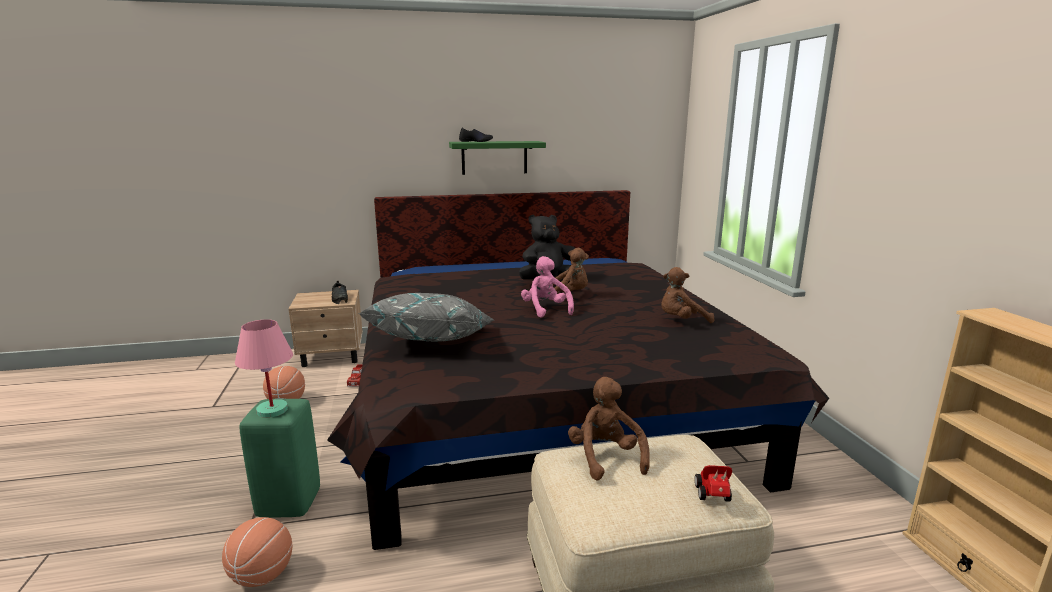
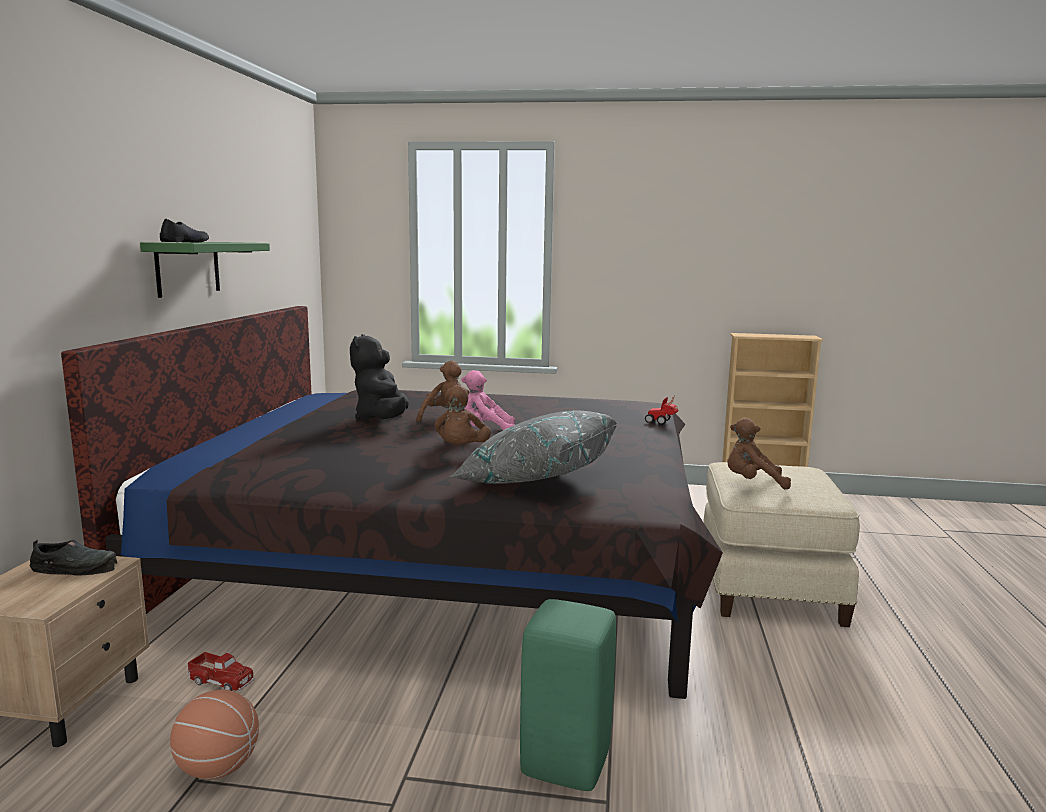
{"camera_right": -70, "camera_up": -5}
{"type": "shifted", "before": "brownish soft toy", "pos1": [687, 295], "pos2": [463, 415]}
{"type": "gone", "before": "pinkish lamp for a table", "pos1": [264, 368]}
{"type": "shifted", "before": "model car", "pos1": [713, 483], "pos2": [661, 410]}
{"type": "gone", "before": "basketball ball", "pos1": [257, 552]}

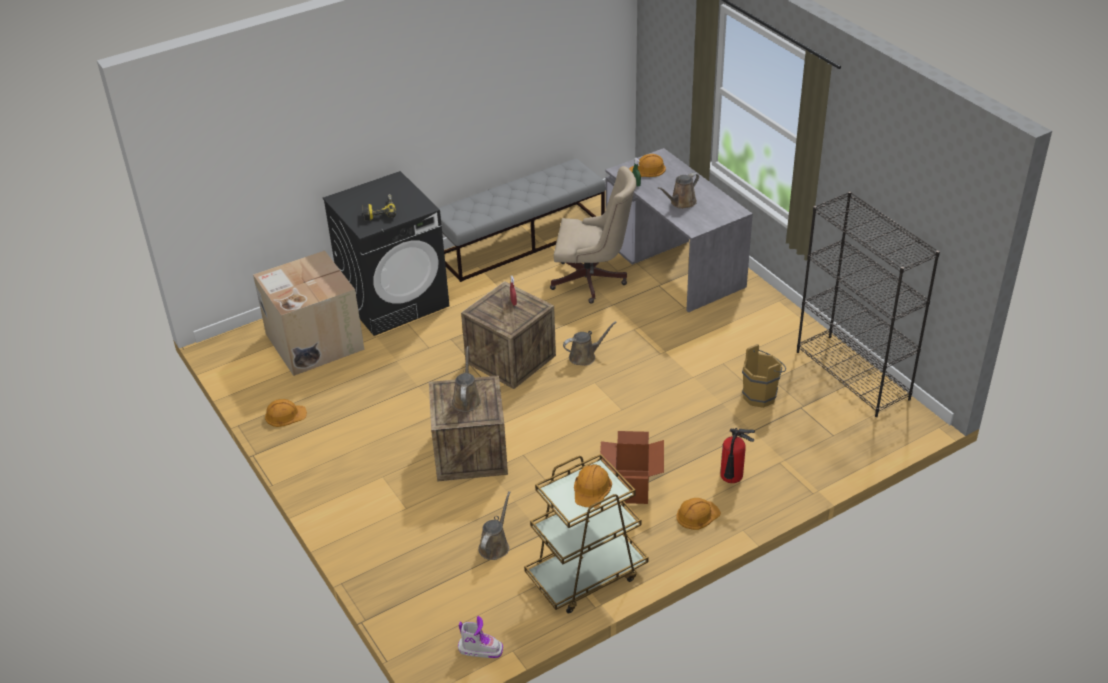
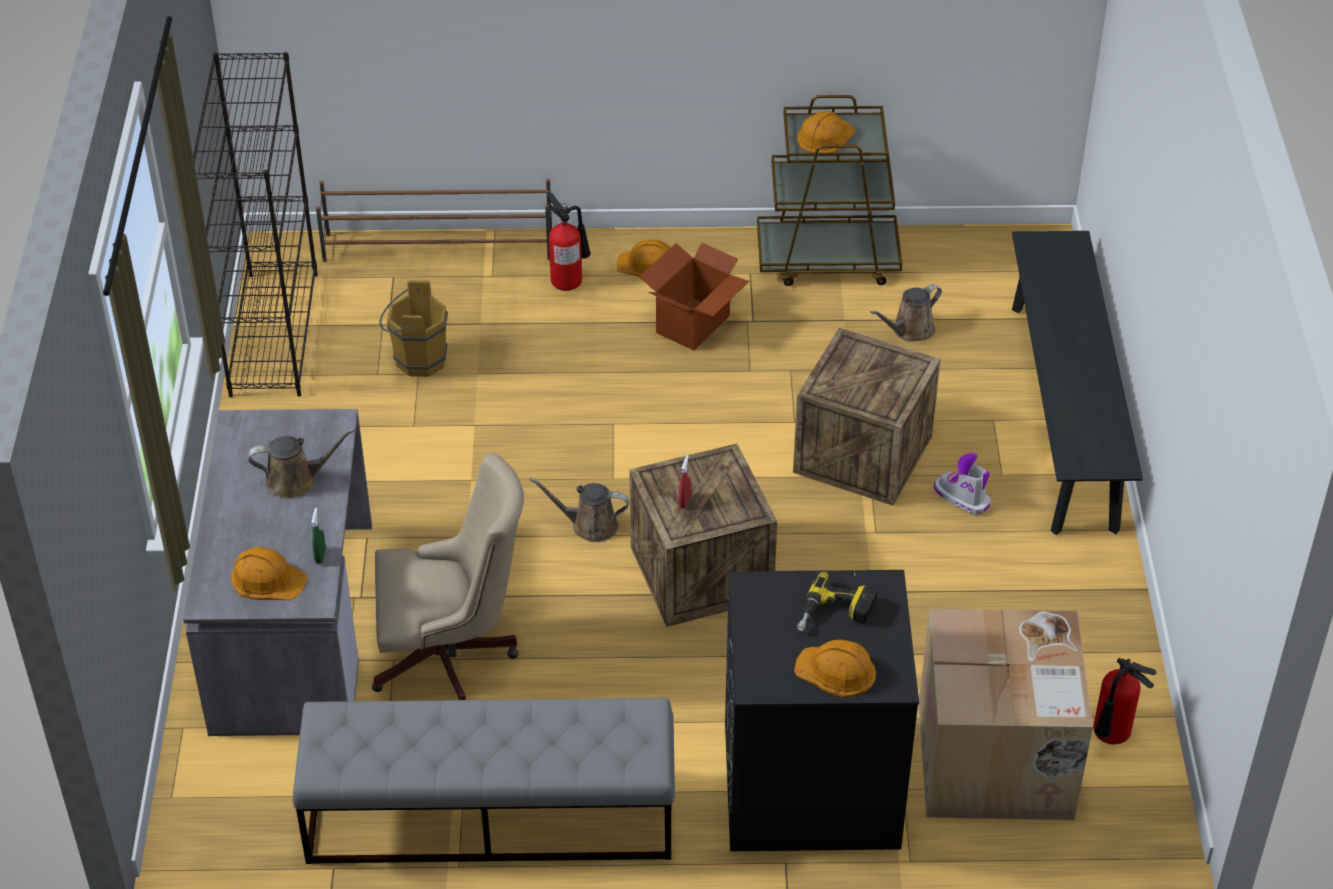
{"camera_right": -150, "camera_up": 5}
{"type": "rotated", "before": "beige-coloured desk chair", "pos1": [593, 235], "pos2": [448, 576], "turn": 135}
{"type": "gone", "before": "brownish watering pot", "pos1": [466, 379]}
{"type": "shifted", "before": "orange-coloured work helmet", "pos1": [286, 413], "pos2": [835, 668]}
{"type": "shifted", "before": "boot", "pos1": [480, 637], "pos2": [962, 484]}
{"type": "new", "after": "brownish shoe stand", "pos2": [434, 220]}
{"type": "new", "after": "blackish bench", "pos2": [1077, 383]}
{"type": "new", "after": "fire-fighting cylinder", "pos2": [1125, 701]}

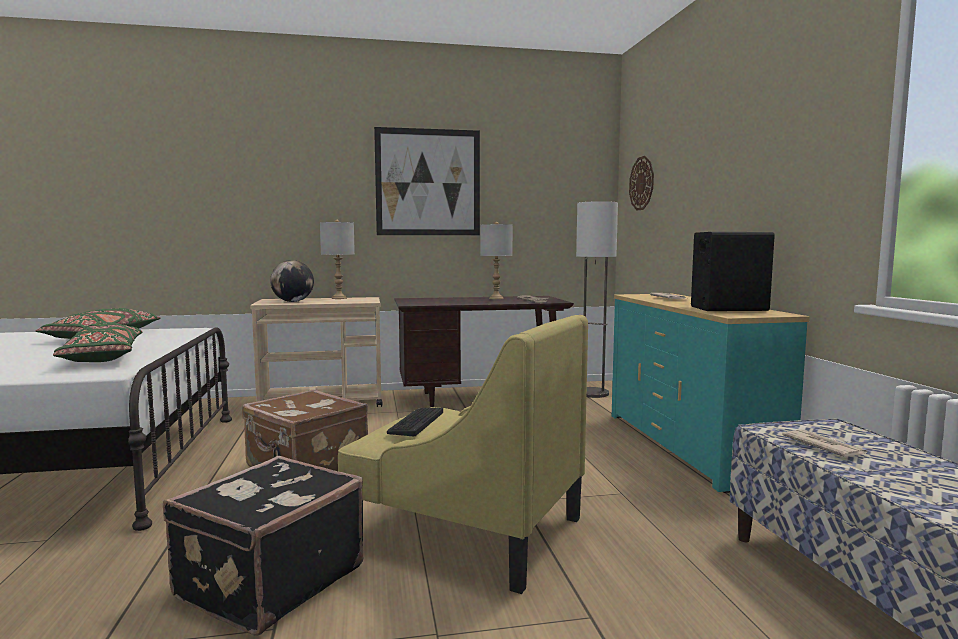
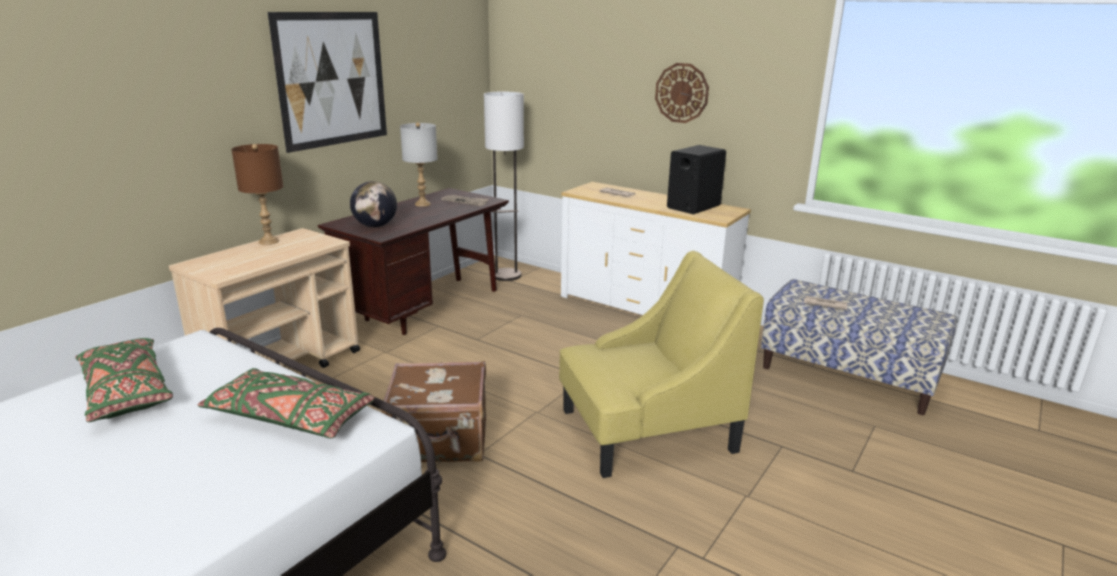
{"camera_right": -45, "camera_up": 15}
{"type": "shifted", "before": "clock on the wall", "pos1": [641, 183], "pos2": [682, 93]}
{"type": "repainted", "before": "grey lamp for a table", "after": "brownish lamp for a table", "pos1": [337, 259], "pos2": [257, 194]}
{"type": "shifted", "before": "desk globe", "pos1": [292, 281], "pos2": [373, 204]}
{"type": "repainted", "before": "turquoise-coloured dresser", "after": "white-coloured dresser", "pos1": [711, 393], "pos2": [656, 248]}
{"type": "gone", "before": "keyboard", "pos1": [415, 422]}
{"type": "gone", "before": "blackish suitcase", "pos1": [263, 546]}

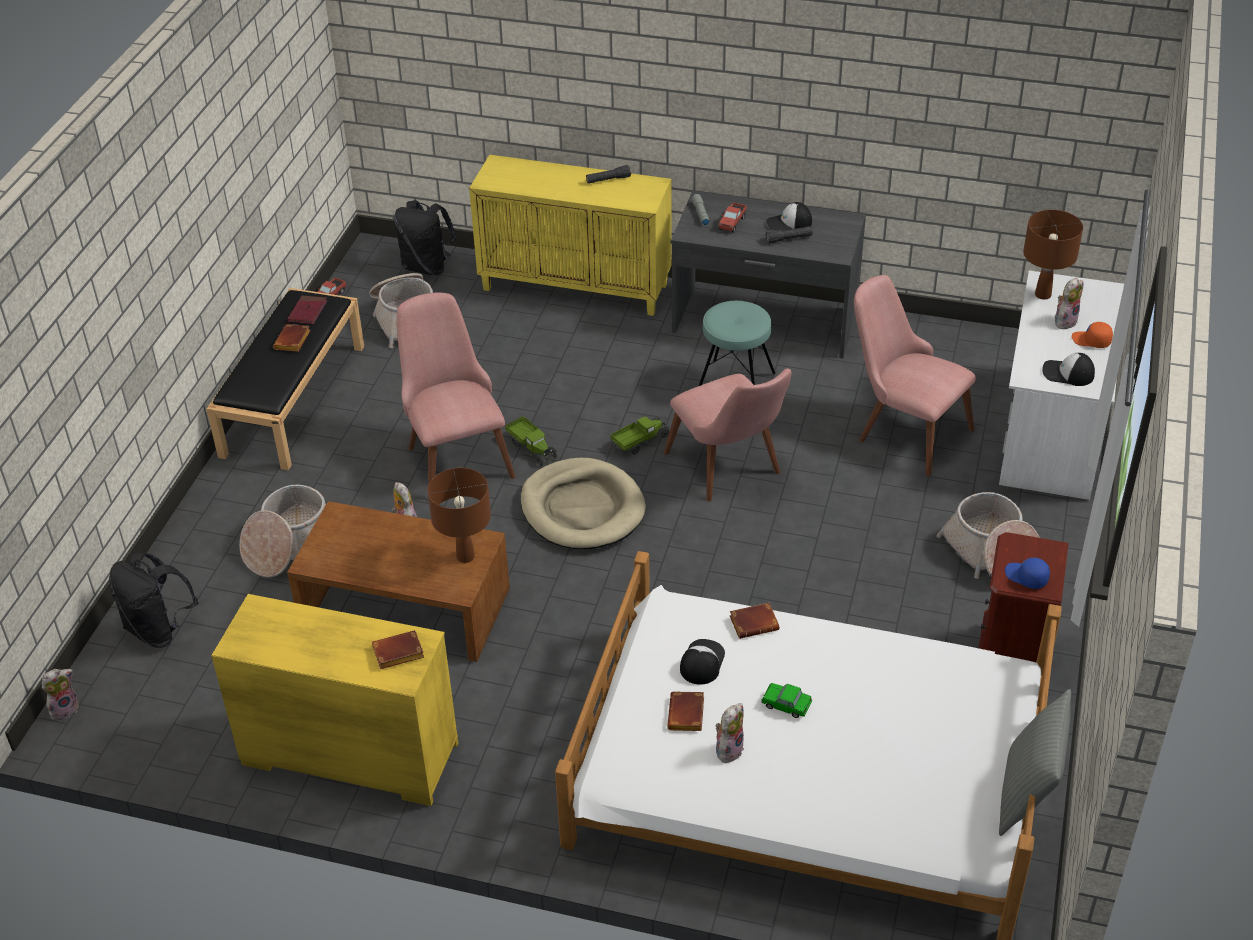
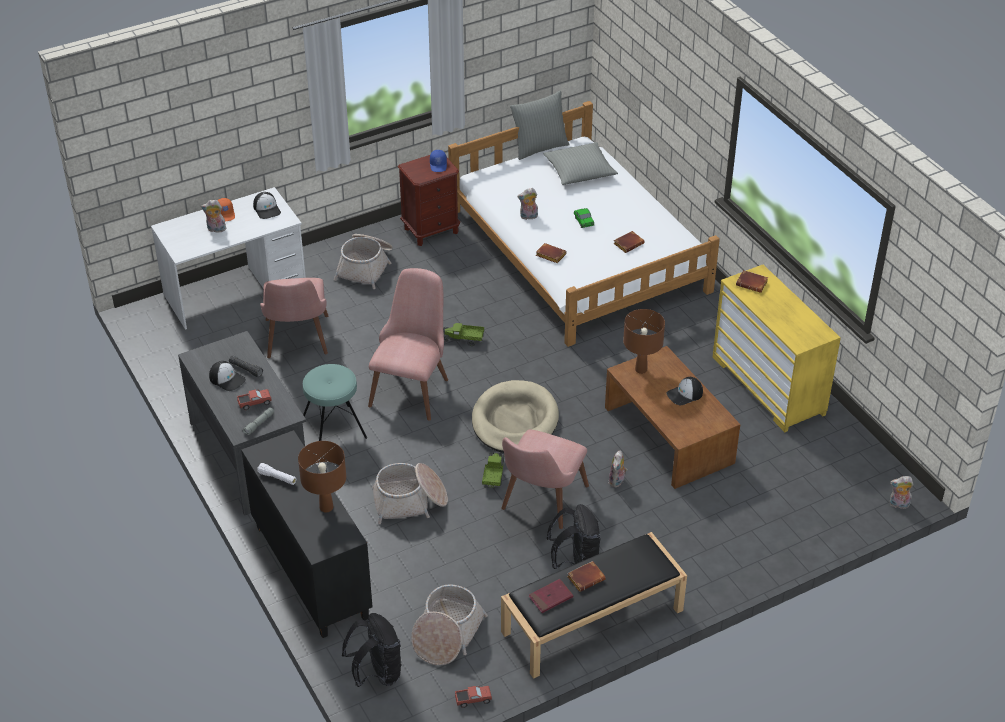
{"camera_right": -135, "camera_up": 0}
{"type": "repainted", "before": "yellow-coloured storage cabinet", "after": "blackish storage cabinet", "pos1": [570, 235], "pos2": [307, 534]}
{"type": "repainted", "before": "blackish hand torch", "after": "white-coloured hand torch", "pos1": [608, 174], "pos2": [276, 474]}
{"type": "shifted", "before": "brownish lamp for a table", "pos1": [1053, 255], "pos2": [322, 477]}
{"type": "shifted", "before": "model truck", "pos1": [640, 435], "pos2": [463, 334]}
{"type": "shifted", "before": "basket", "pos1": [282, 531], "pos2": [410, 493]}
{"type": "shifted", "before": "blackish backpack", "pos1": [154, 600], "pos2": [574, 536]}
{"type": "shifted", "before": "baseball cap", "pos1": [702, 662], "pos2": [685, 391]}
{"type": "shifted", "before": "soft toy", "pos1": [730, 733], "pos2": [527, 204]}
{"type": "new", "after": "grey throw pillow", "pos2": [580, 163]}

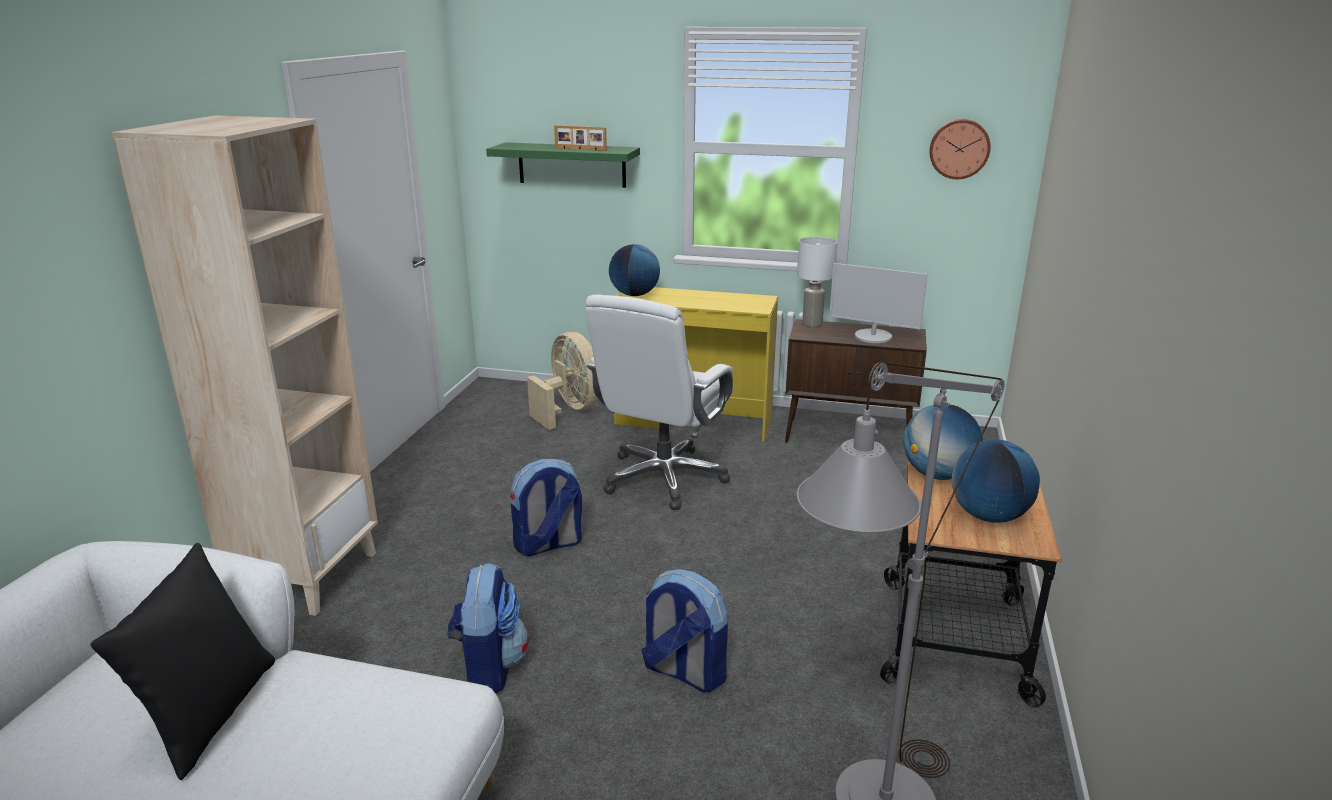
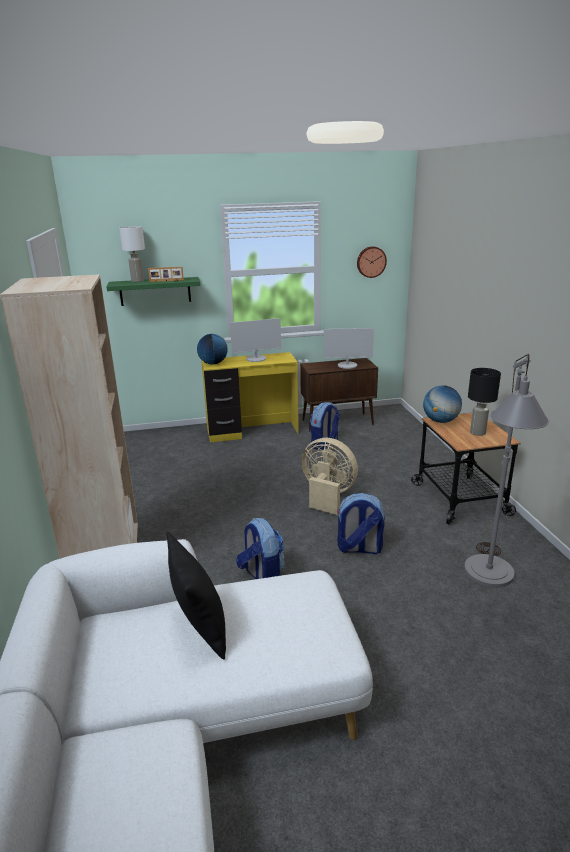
{"camera_right": -25, "camera_up": 0}
{"type": "shifted", "before": "white-coloured lamp for a table", "pos1": [817, 281], "pos2": [132, 254]}
{"type": "gone", "before": "white-coloured desk chair", "pos1": [659, 402]}
{"type": "shifted", "before": "beige-coloured cooling fan", "pos1": [563, 381], "pos2": [330, 476]}
{"type": "swapped", "before": "desk globe", "after": "blackish lamp for a table", "pos1": [995, 481], "pos2": [484, 402]}
{"type": "shifted", "before": "backpack", "pos1": [546, 507], "pos2": [325, 426]}
{"type": "new", "after": "monitor", "pos2": [255, 340]}

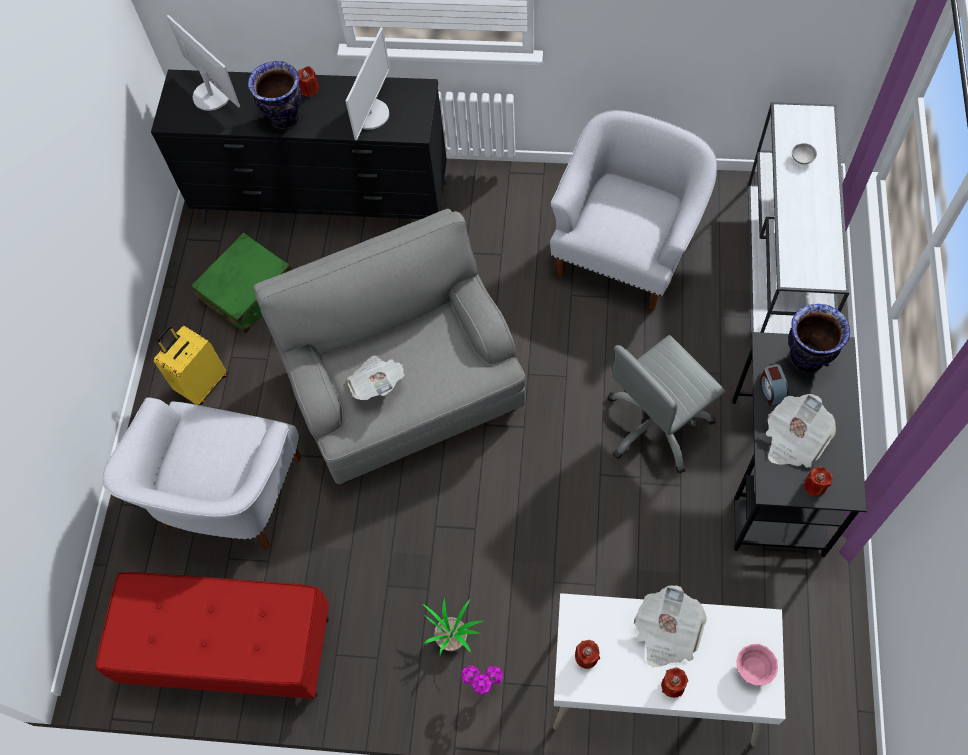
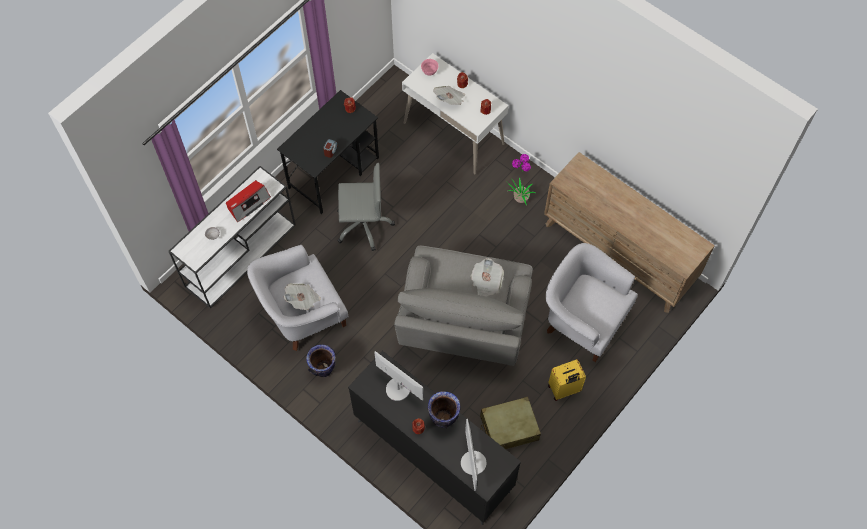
{"camera_right": -150, "camera_up": 0}
{"type": "rotated", "before": "monitor", "pos1": [368, 84], "pos2": [399, 376], "turn": 75}
{"type": "repainted", "before": "green-coloured suitcase", "after": "beige-coloured suitcase", "pos1": [241, 282], "pos2": [510, 423]}
{"type": "shifted", "before": "decorative vase", "pos1": [819, 338], "pos2": [321, 360]}
{"type": "shifted", "before": "printed paper", "pos1": [801, 431], "pos2": [302, 296]}
{"type": "rotated", "before": "white-coloured lounge chair", "pos1": [201, 473], "pos2": [592, 302], "turn": -105}
{"type": "swapped", "before": "reddish bench", "after": "brownish dresser", "pos1": [212, 635], "pos2": [629, 232]}
{"type": "new", "after": "radio set", "pos2": [248, 201]}

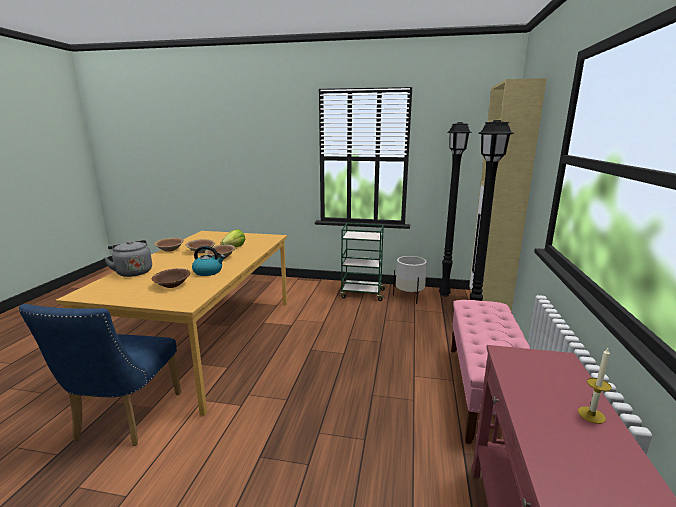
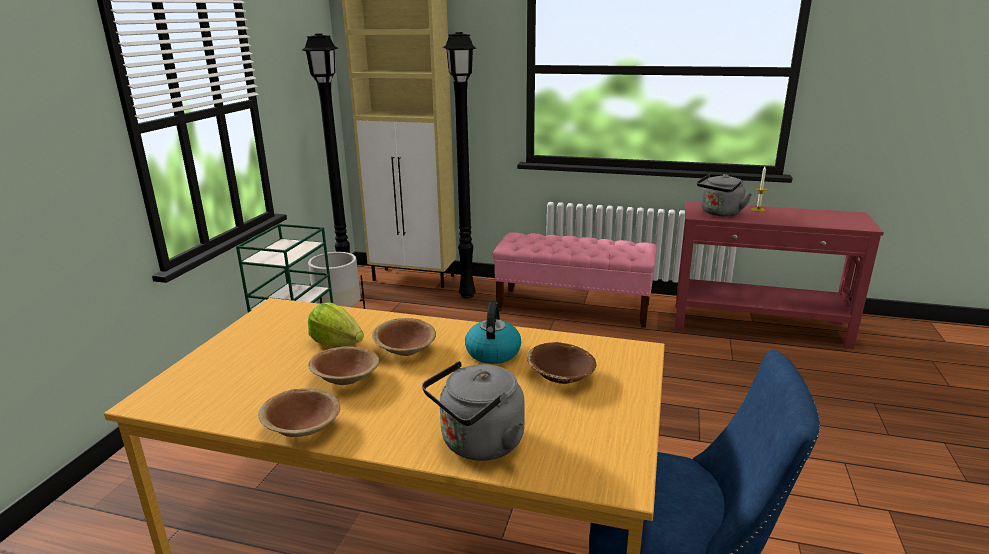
{"camera_right": -85, "camera_up": 5}
{"type": "new", "after": "grey kettle", "pos2": [724, 195]}

